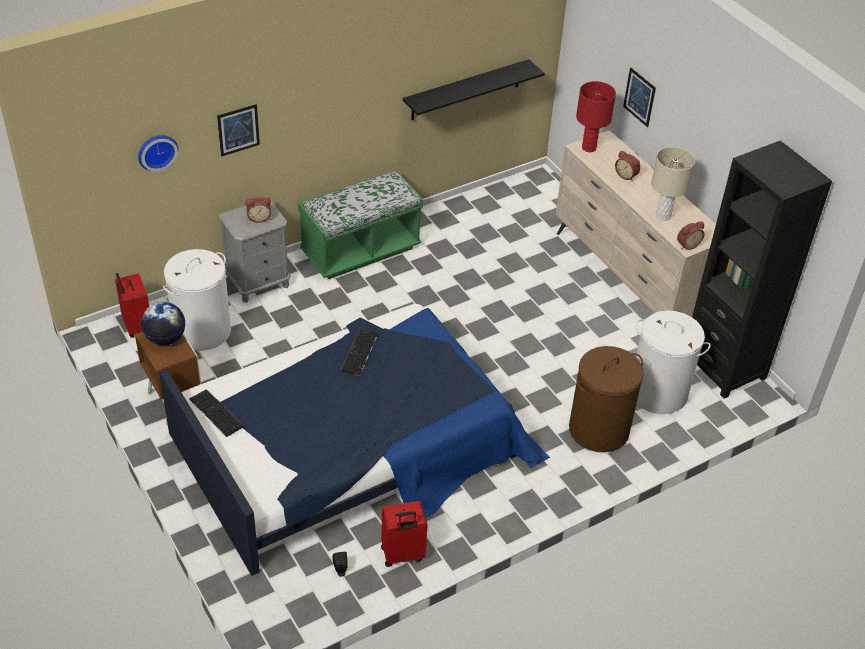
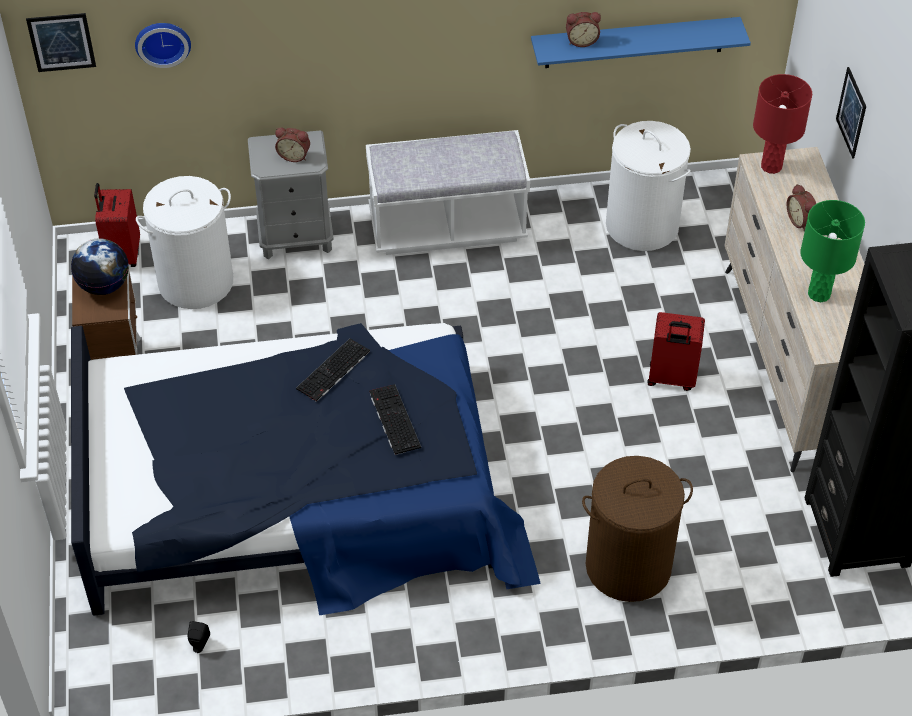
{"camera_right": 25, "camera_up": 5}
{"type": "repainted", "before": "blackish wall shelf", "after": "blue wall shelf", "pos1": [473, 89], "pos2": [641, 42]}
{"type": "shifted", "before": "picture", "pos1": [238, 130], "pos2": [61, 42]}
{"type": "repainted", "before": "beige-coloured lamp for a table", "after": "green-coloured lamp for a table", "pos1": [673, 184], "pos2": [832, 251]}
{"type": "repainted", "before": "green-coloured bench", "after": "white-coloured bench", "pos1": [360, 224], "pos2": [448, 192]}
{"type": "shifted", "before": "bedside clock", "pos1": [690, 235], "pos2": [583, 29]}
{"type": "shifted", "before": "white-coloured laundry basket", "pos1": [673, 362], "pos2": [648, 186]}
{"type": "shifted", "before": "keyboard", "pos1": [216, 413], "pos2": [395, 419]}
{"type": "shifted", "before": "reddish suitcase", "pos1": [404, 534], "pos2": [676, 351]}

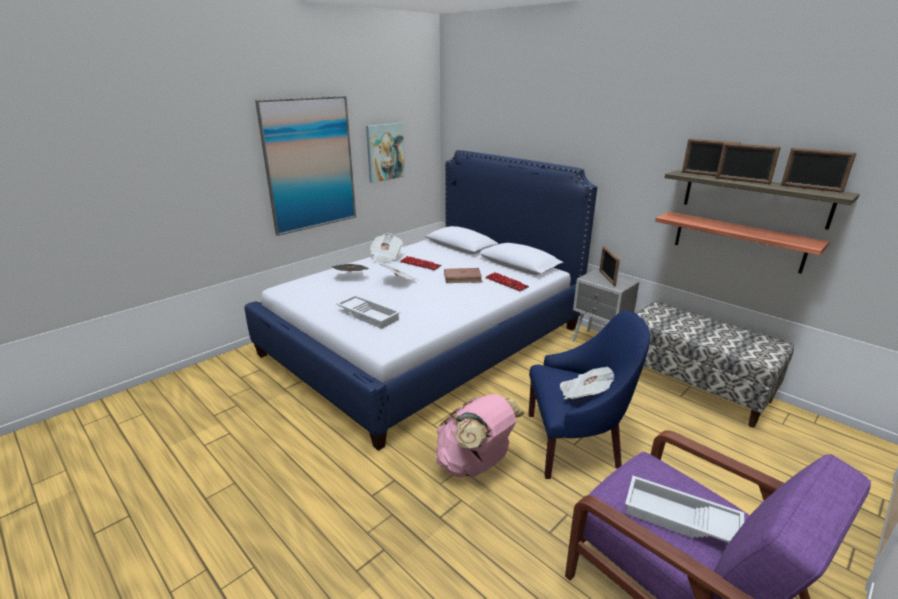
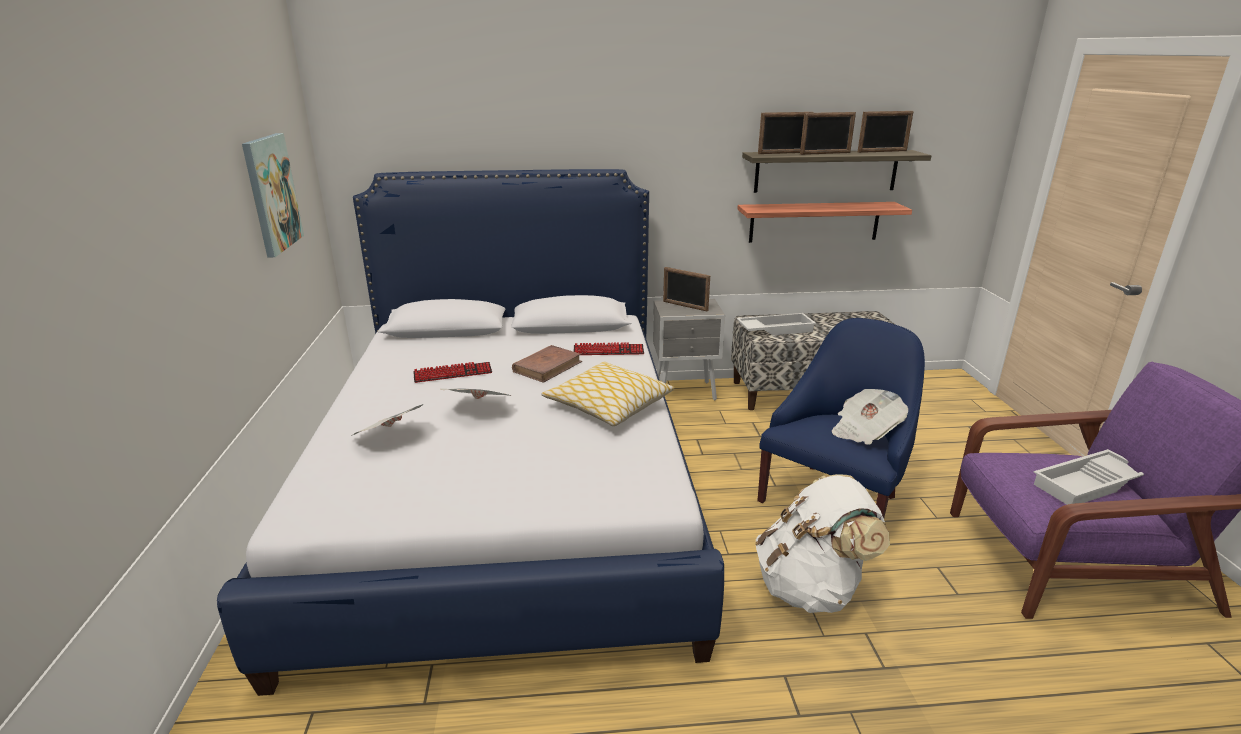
{"camera_right": -50, "camera_up": 0}
{"type": "gone", "before": "picture", "pos1": [305, 166]}
{"type": "gone", "before": "printed paper", "pos1": [386, 248]}
{"type": "shifted", "before": "white-coloured serving tray", "pos1": [368, 312], "pos2": [776, 324]}
{"type": "repainted", "before": "pinkish backpack", "after": "white-coloured backpack", "pos1": [480, 435], "pos2": [822, 543]}
{"type": "new", "after": "throw pillow", "pos2": [607, 394]}

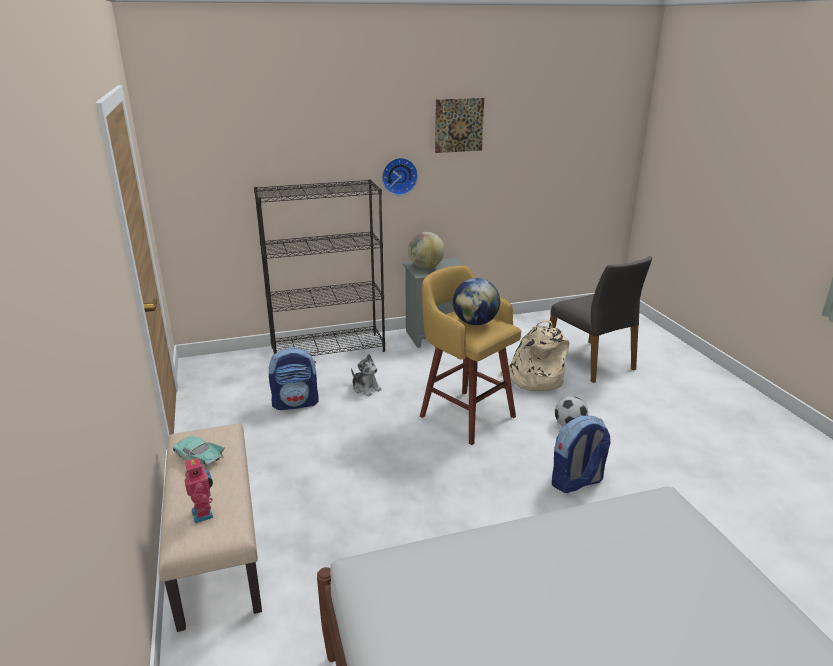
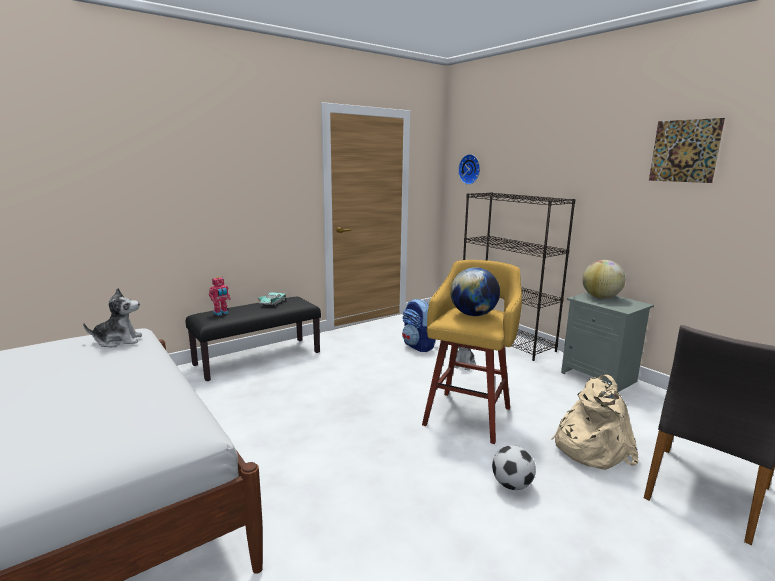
{"camera_right": 70, "camera_up": -10}
{"type": "shifted", "before": "clock on the wall", "pos1": [400, 176], "pos2": [469, 169]}
{"type": "gone", "before": "backpack", "pos1": [581, 454]}
{"type": "repainted", "before": "beige-coloured bench", "after": "blackish bench", "pos1": [210, 527], "pos2": [253, 339]}
{"type": "new", "after": "soft toy", "pos2": [112, 317]}

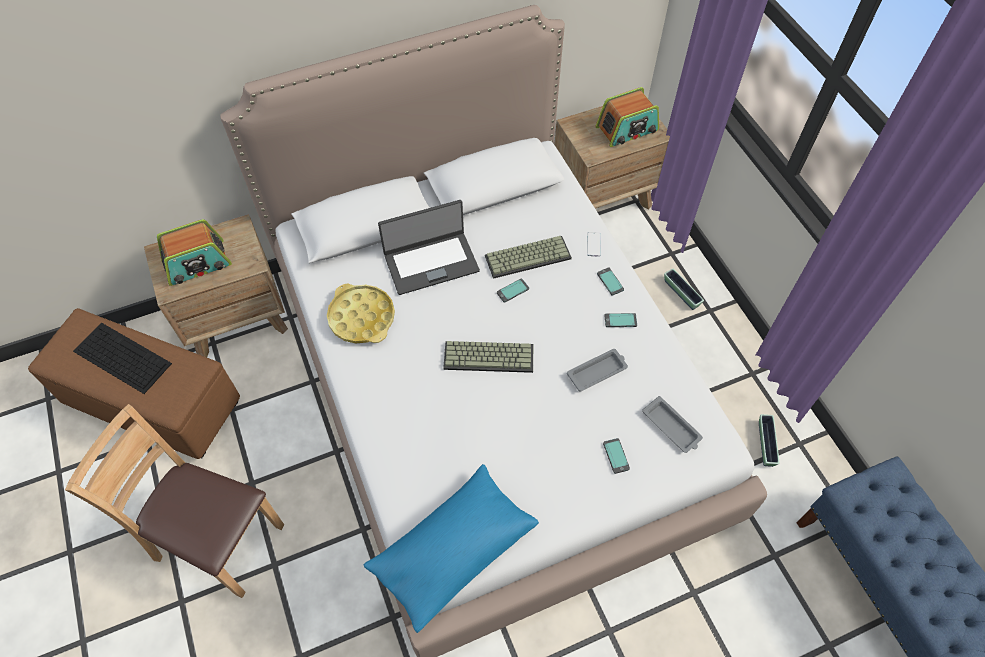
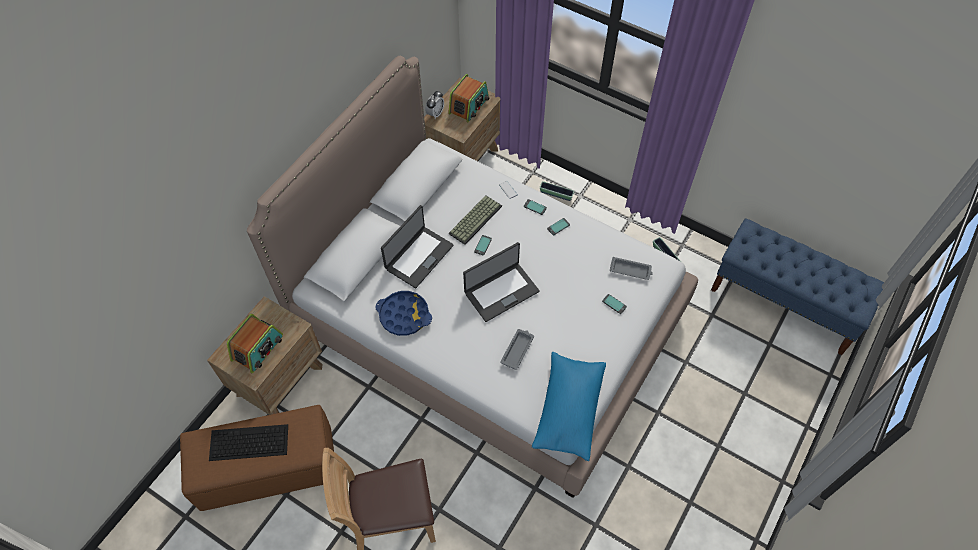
{"camera_right": -35, "camera_up": 0}
{"type": "repainted", "before": "yellow-coloured serving tray", "after": "blue serving tray", "pos1": [361, 313], "pos2": [403, 313]}
{"type": "swapped", "before": "keyboard", "after": "notebook computer", "pos1": [488, 357], "pos2": [501, 282]}
{"type": "shifted", "before": "grey serving tray", "pos1": [597, 370], "pos2": [517, 349]}
{"type": "new", "after": "bedside clock", "pos2": [434, 105]}

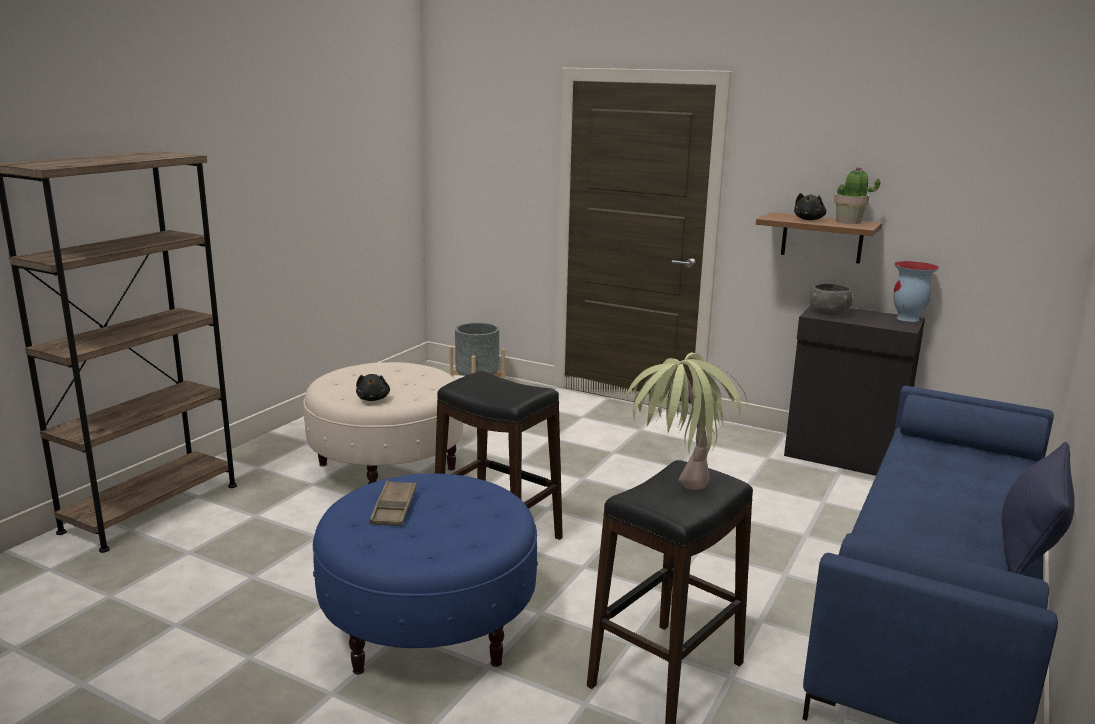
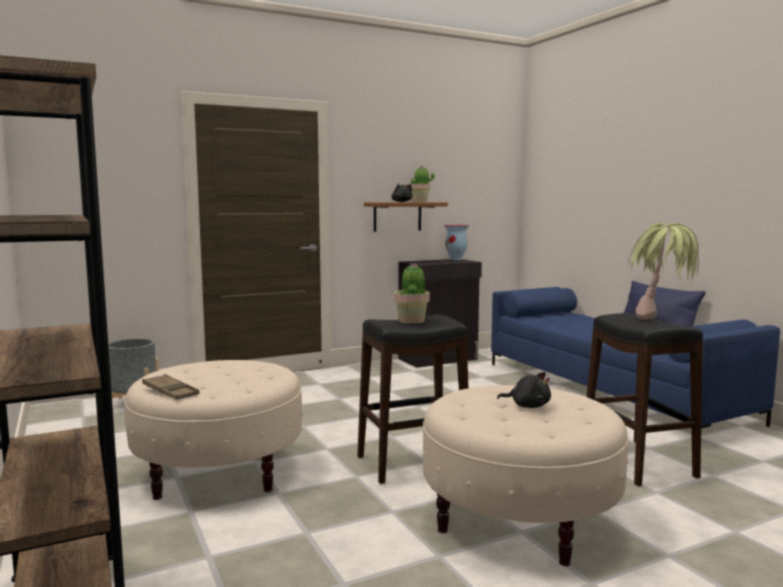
{"camera_right": -55, "camera_up": -10}
{"type": "gone", "before": "grey serving bowl", "pos1": [831, 299]}
{"type": "shifted", "before": "blackish soft toy", "pos1": [373, 387], "pos2": [524, 390]}
{"type": "repainted", "before": "blue pouffe", "after": "beige-coloured pouffe", "pos1": [425, 574], "pos2": [526, 475]}
{"type": "shifted", "before": "brownish serving tray", "pos1": [393, 503], "pos2": [171, 387]}
{"type": "new", "after": "potted plant", "pos2": [412, 293]}

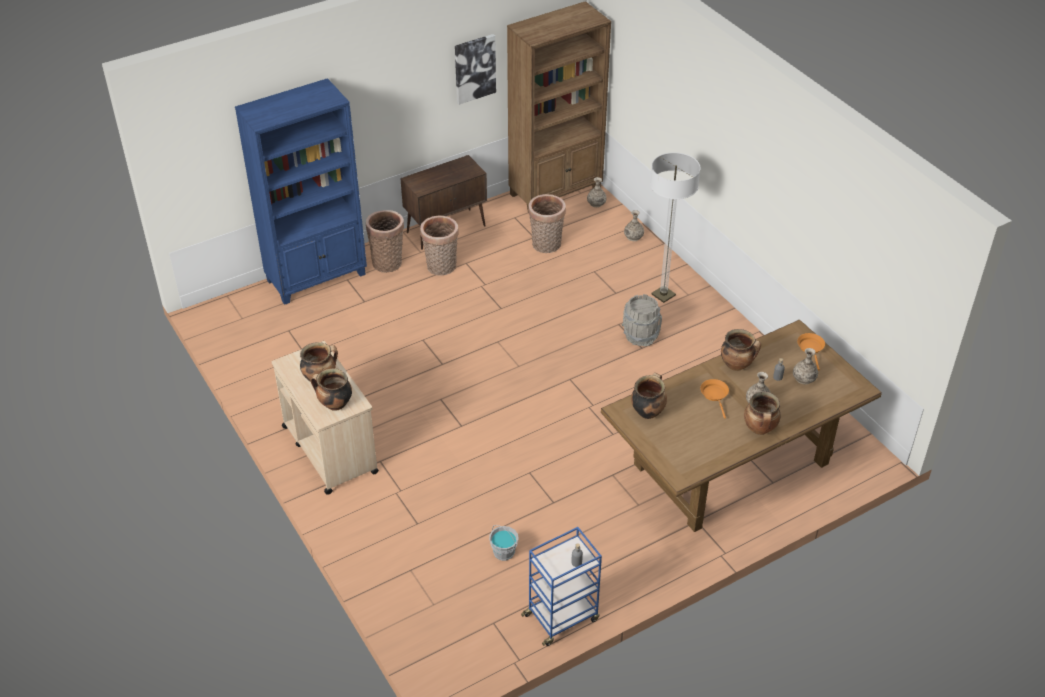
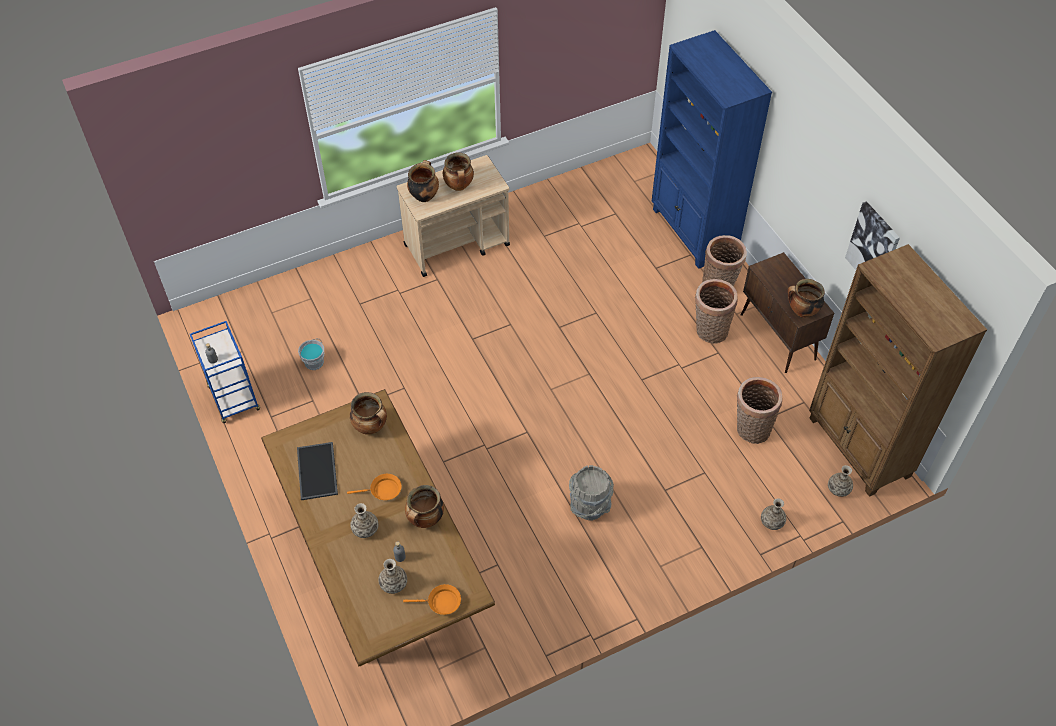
{"camera_right": 95, "camera_up": 10}
{"type": "gone", "before": "floor lamp", "pos1": [675, 227]}
{"type": "shifted", "before": "saucepot", "pos1": [762, 413], "pos2": [806, 298]}
{"type": "new", "after": "serving tray", "pos2": [317, 471]}

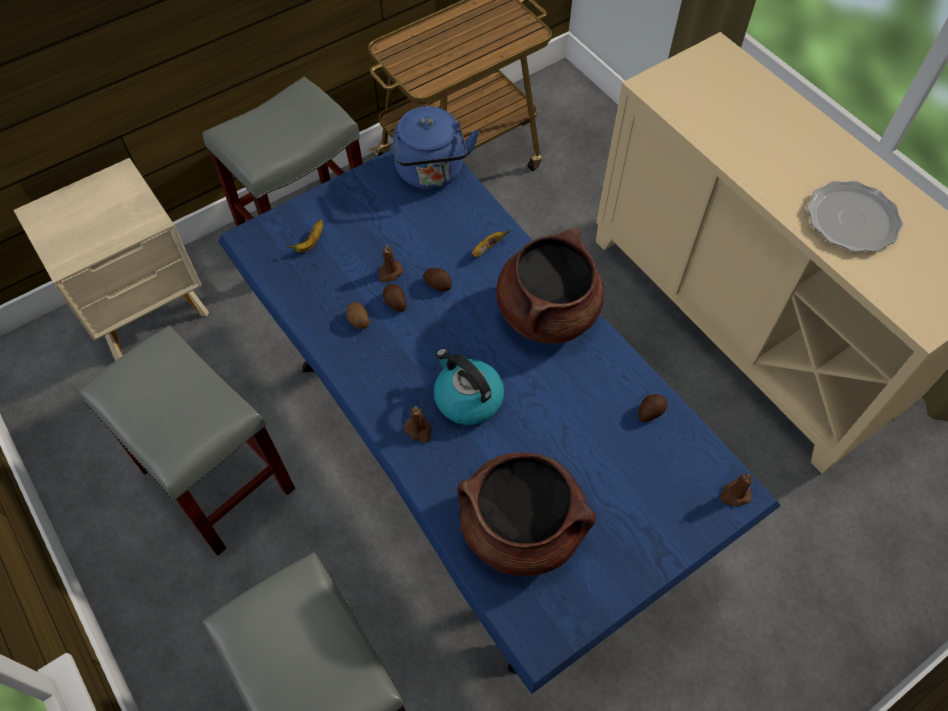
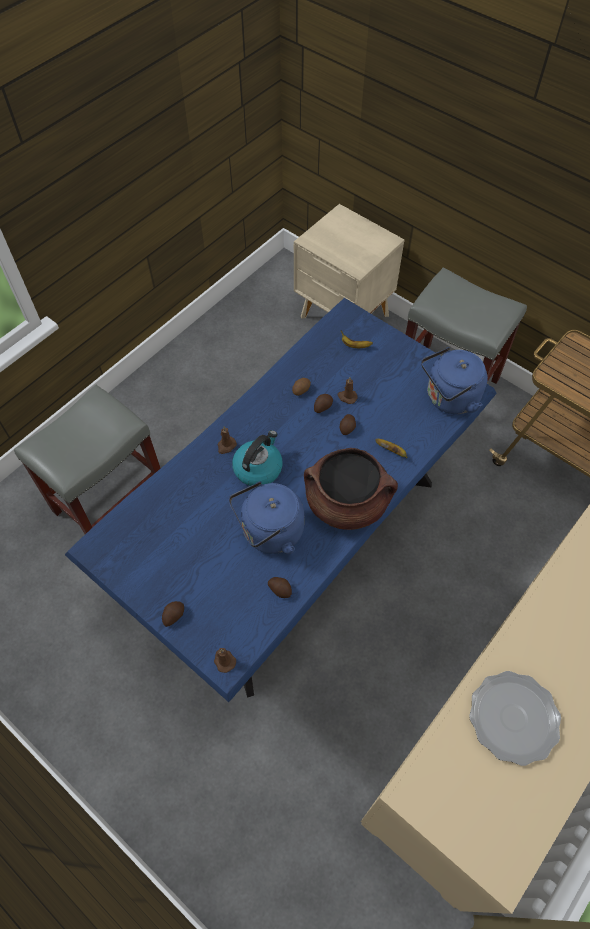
{"camera_right": 75, "camera_up": 0}
{"type": "gone", "before": "grey sitting stool", "pos1": [187, 440]}
{"type": "gone", "before": "brownish saucepot", "pos1": [526, 514]}
{"type": "new", "after": "blue kettle", "pos2": [266, 517]}
{"type": "new", "after": "whole potato", "pos2": [173, 614]}

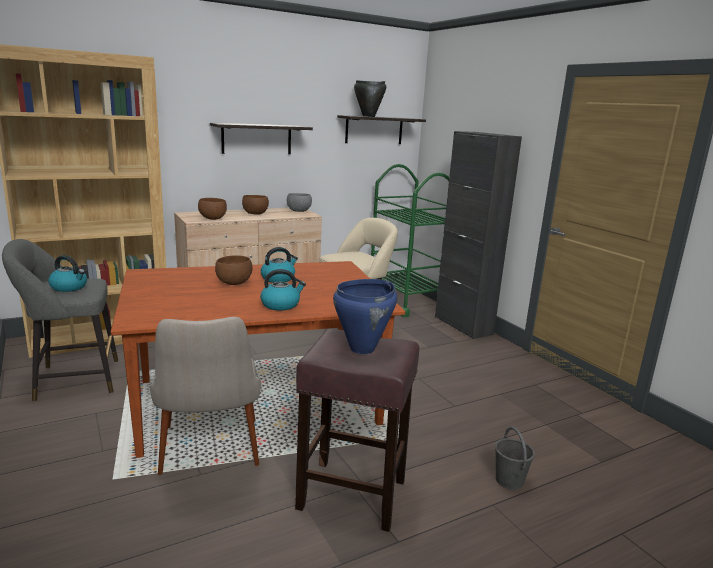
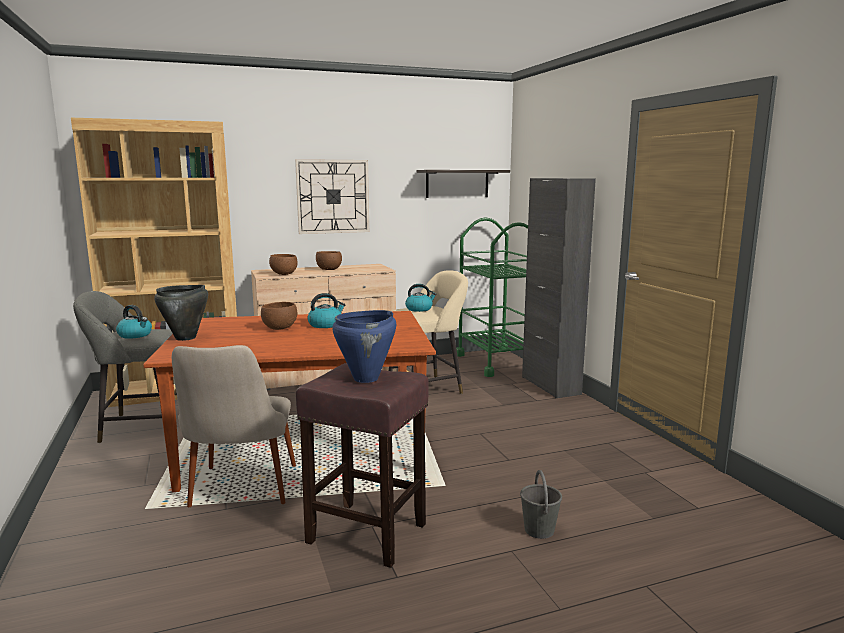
{"camera_right": 10, "camera_up": -5}
{"type": "shifted", "before": "blackish saucepot", "pos1": [370, 98], "pos2": [181, 313]}
{"type": "swapped", "before": "wall shelf", "after": "clock on the wall", "pos1": [261, 138], "pos2": [332, 196]}
{"type": "gone", "before": "grey serving bowl", "pos1": [299, 202]}
{"type": "shifted", "before": "kettle", "pos1": [283, 290], "pos2": [421, 298]}

